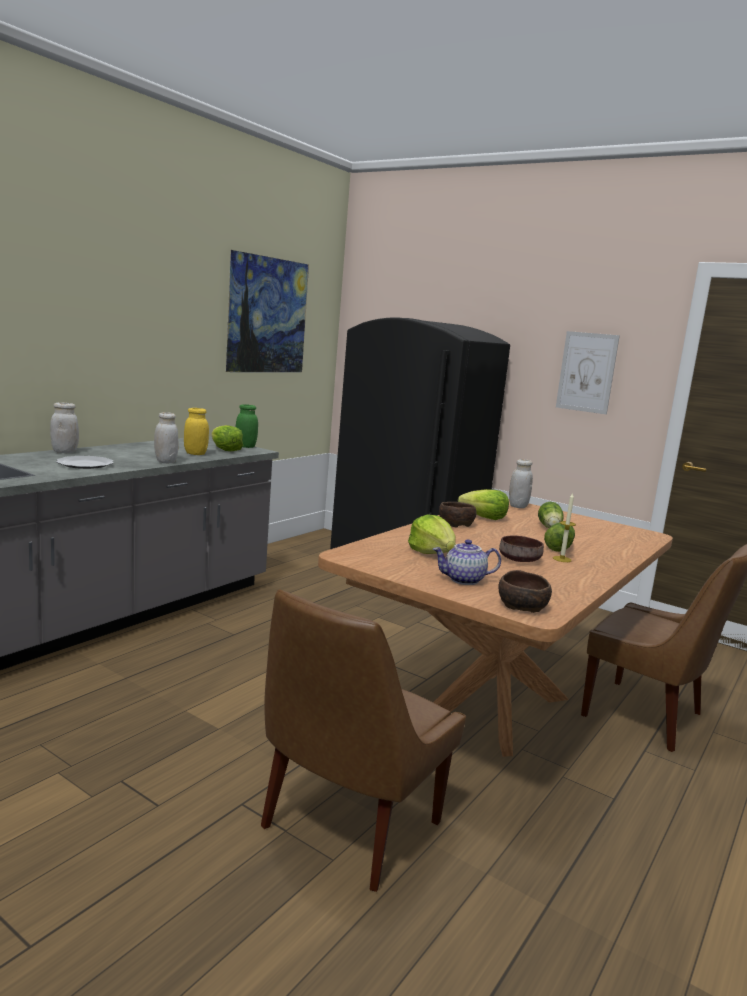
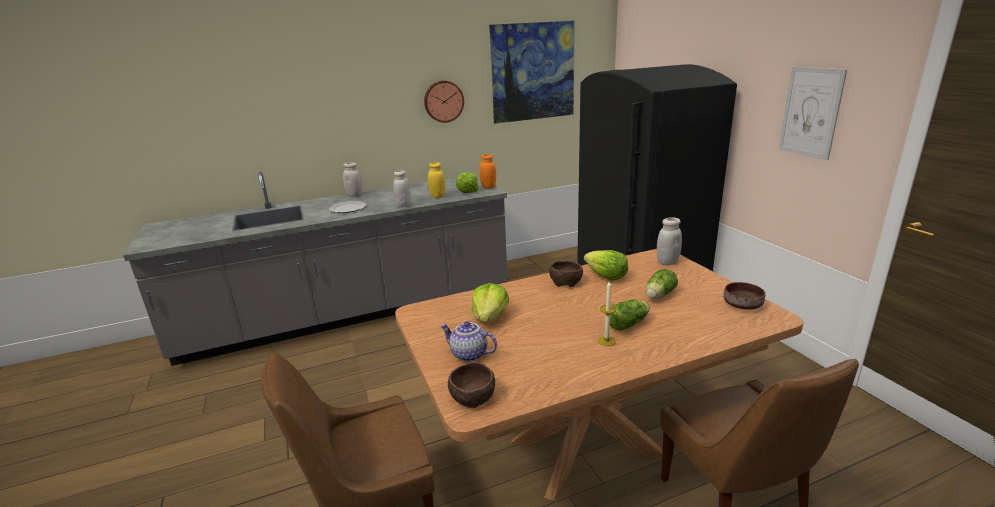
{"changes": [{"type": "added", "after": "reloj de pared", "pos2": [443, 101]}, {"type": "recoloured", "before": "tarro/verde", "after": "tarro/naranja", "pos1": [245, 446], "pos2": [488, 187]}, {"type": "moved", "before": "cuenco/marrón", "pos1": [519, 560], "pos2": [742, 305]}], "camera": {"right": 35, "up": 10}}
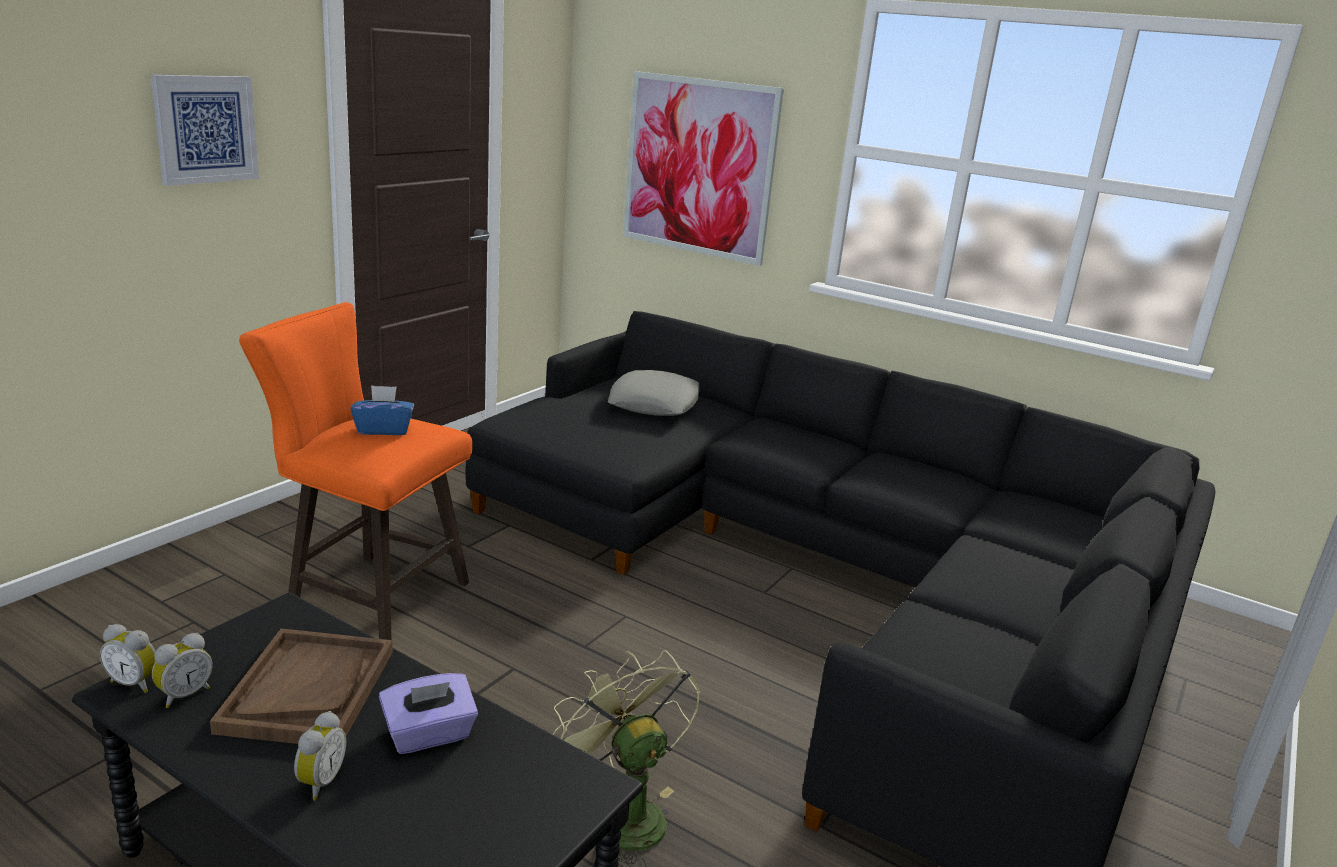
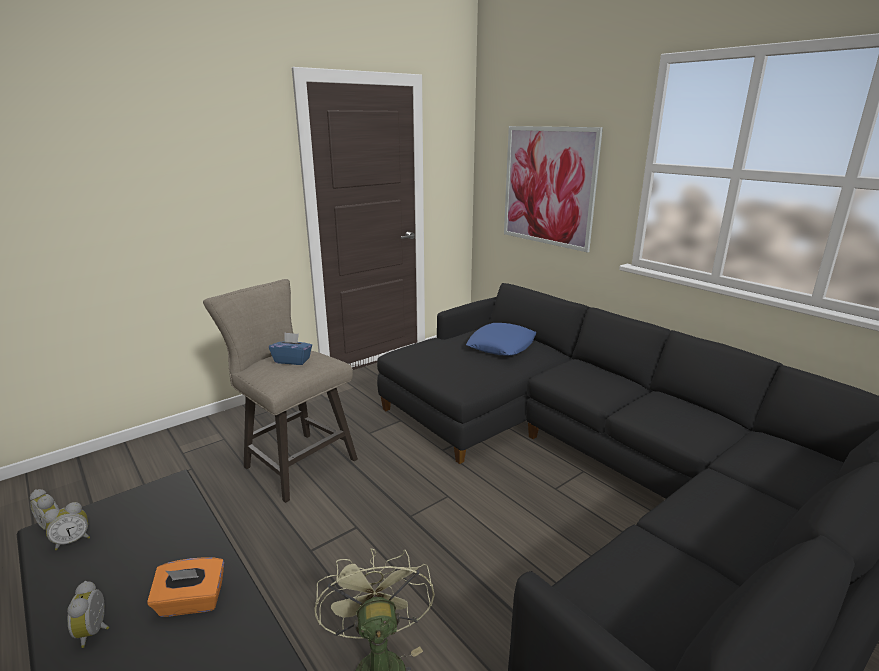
{"changes": [{"type": "turned", "before": "despertador", "pos1": [319, 782], "pos2": [96, 631], "turn": 135}, {"type": "recoloured", "before": "caja de pañuelos/morado", "after": "caja de pañuelos/naranja", "pos1": [429, 735], "pos2": [191, 602]}, {"type": "recoloured", "before": "taburete/naranja", "after": "taburete/beis", "pos1": [368, 595], "pos2": [294, 461]}, {"type": "recoloured", "before": "cojín/gris", "after": "cojín/azul", "pos1": [654, 403], "pos2": [501, 345]}, {"type": "removed", "before": "cuadro", "pos1": [205, 129]}, {"type": "removed", "before": "bandeja/marrón", "pos1": [308, 690]}], "camera": {"right": 20, "up": 0}}
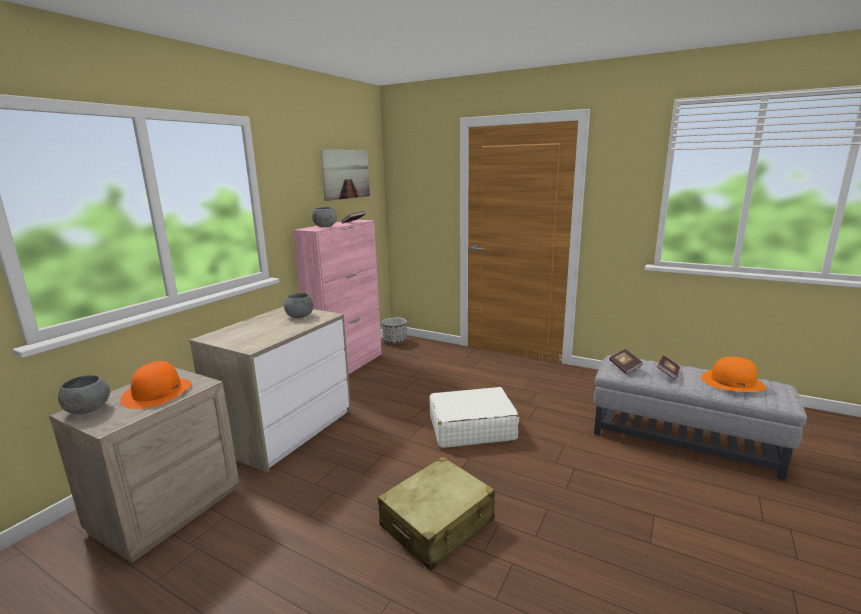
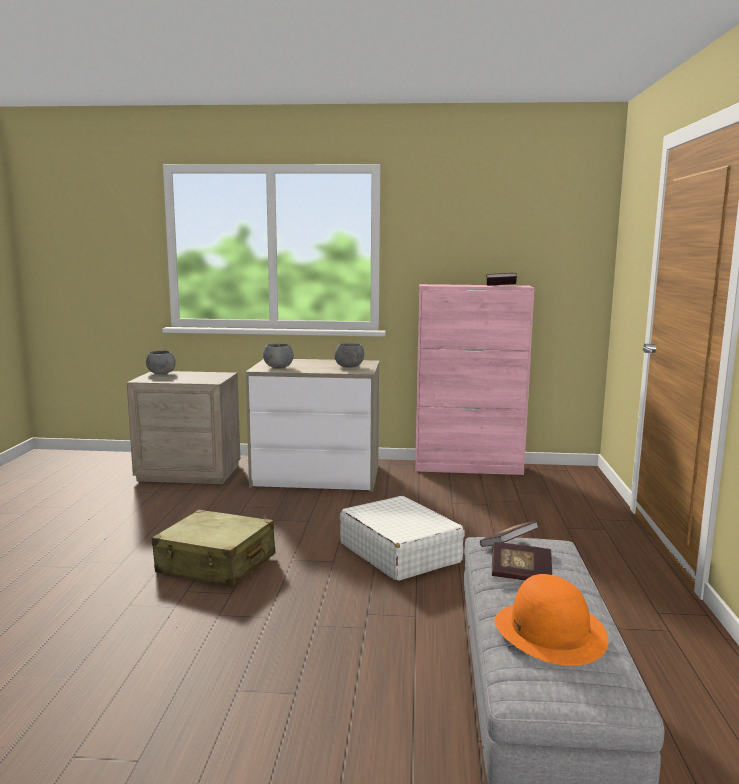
{"changes": [{"type": "moved", "before": "cuenco/gris", "pos1": [325, 226], "pos2": [278, 367]}, {"type": "removed", "before": "sombrero/naranja", "pos1": [157, 392]}, {"type": "removed", "before": "cuadro", "pos1": [346, 174]}, {"type": "removed", "before": "maceta", "pos1": [395, 341]}], "camera": {"right": 65, "up": -5}}
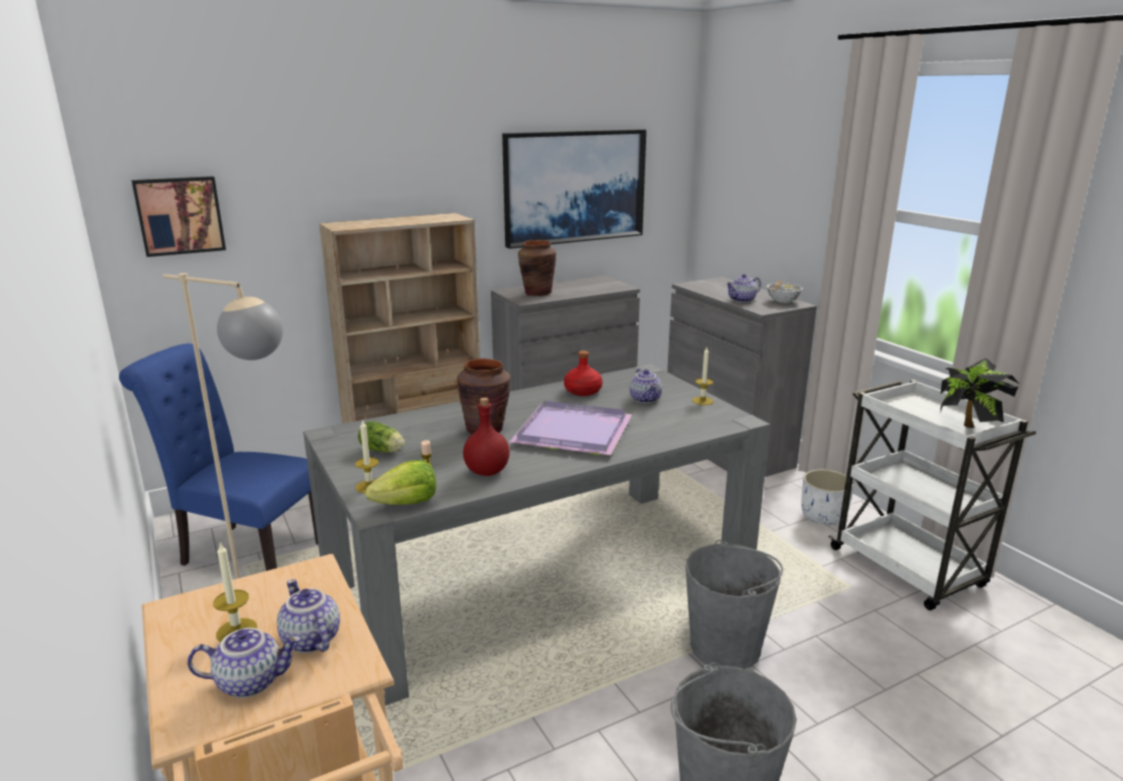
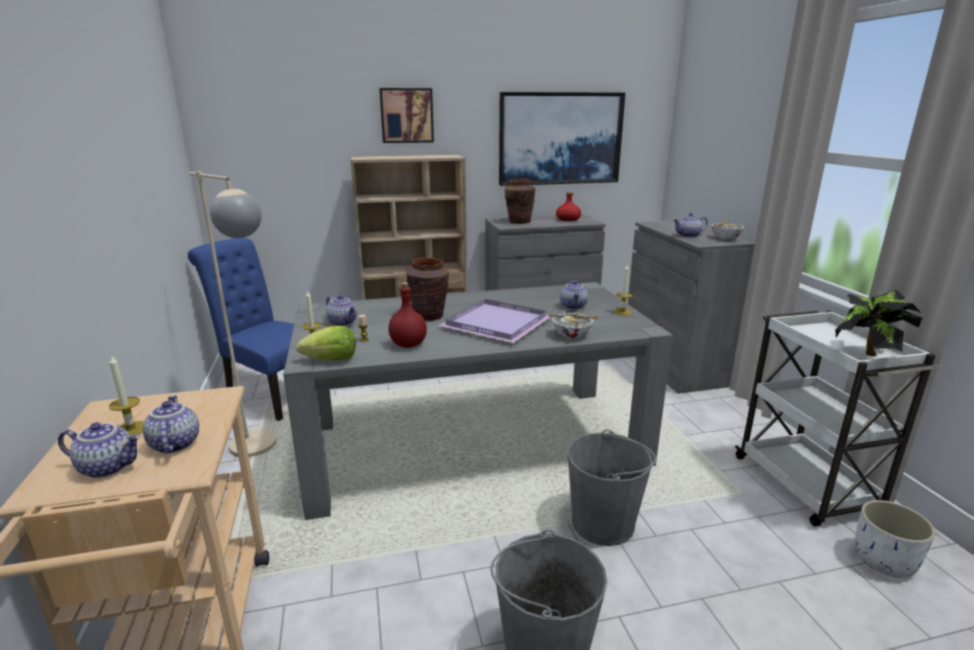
{"changes": [{"type": "replaced", "before": "lechuga", "after": "tetera", "pos1": [384, 451], "pos2": [343, 322]}, {"type": "moved", "before": "cuadro", "pos1": [179, 215], "pos2": [406, 115]}, {"type": "added", "after": "cuenco", "pos2": [572, 335]}, {"type": "moved", "before": "botella/rojo", "pos1": [583, 391], "pos2": [568, 219]}, {"type": "moved", "before": "maceta/blanco", "pos1": [823, 517], "pos2": [884, 561]}], "camera": {"right": 15, "up": 0}}
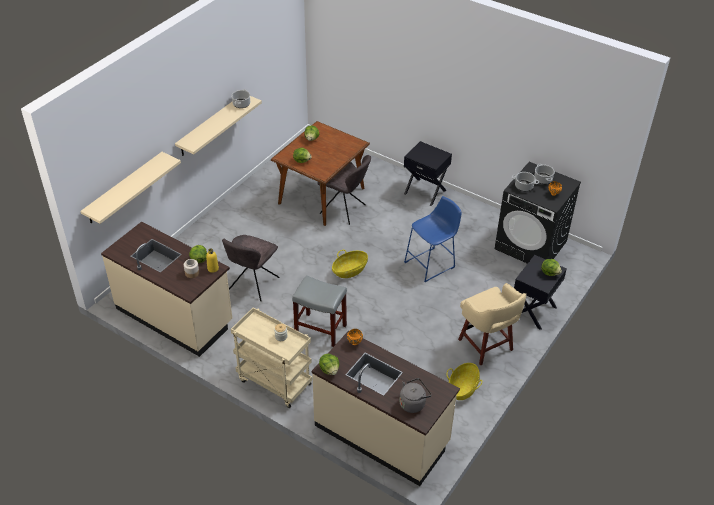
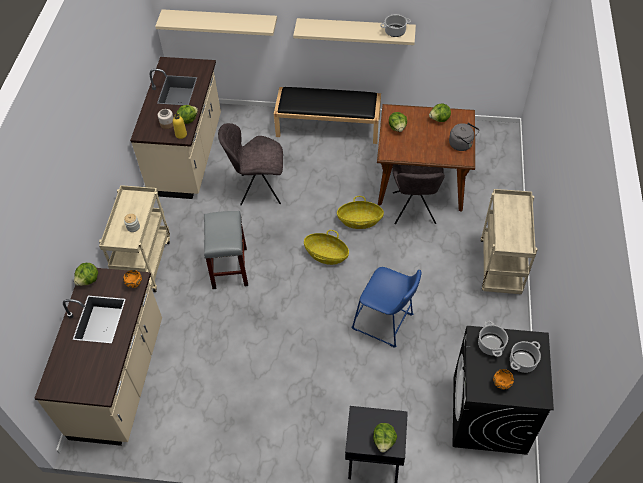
{"changes": [{"type": "added", "after": "banco/negro", "pos2": [329, 126]}, {"type": "moved", "before": "cesta", "pos1": [462, 388], "pos2": [360, 221]}, {"type": "moved", "before": "hervidor/gris", "pos1": [413, 403], "pos2": [462, 145]}, {"type": "replaced", "before": "mesita de noche/negro", "after": "carrito/beis", "pos1": [425, 191], "pos2": [501, 268]}, {"type": "removed", "before": "taburete/beis", "pos1": [486, 346]}], "camera": {"right": 65, "up": 10}}
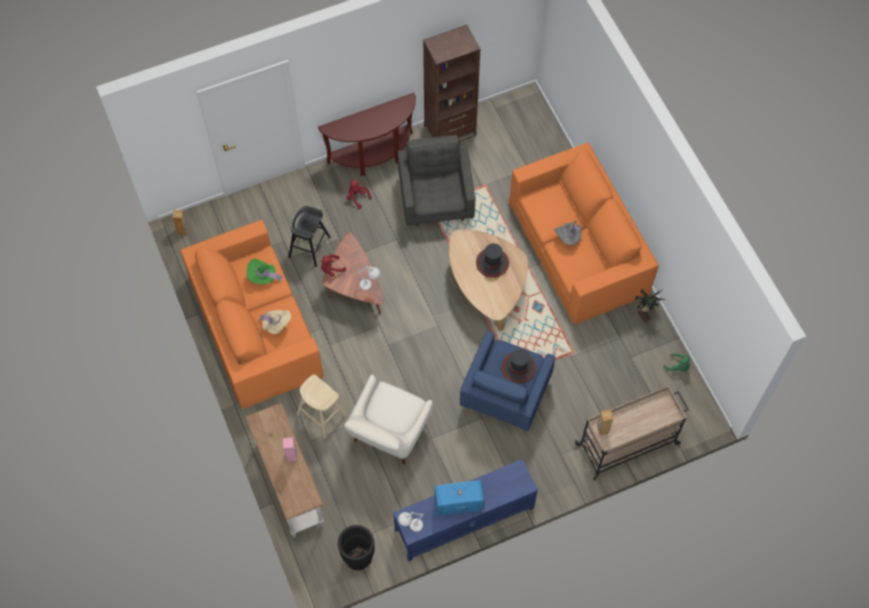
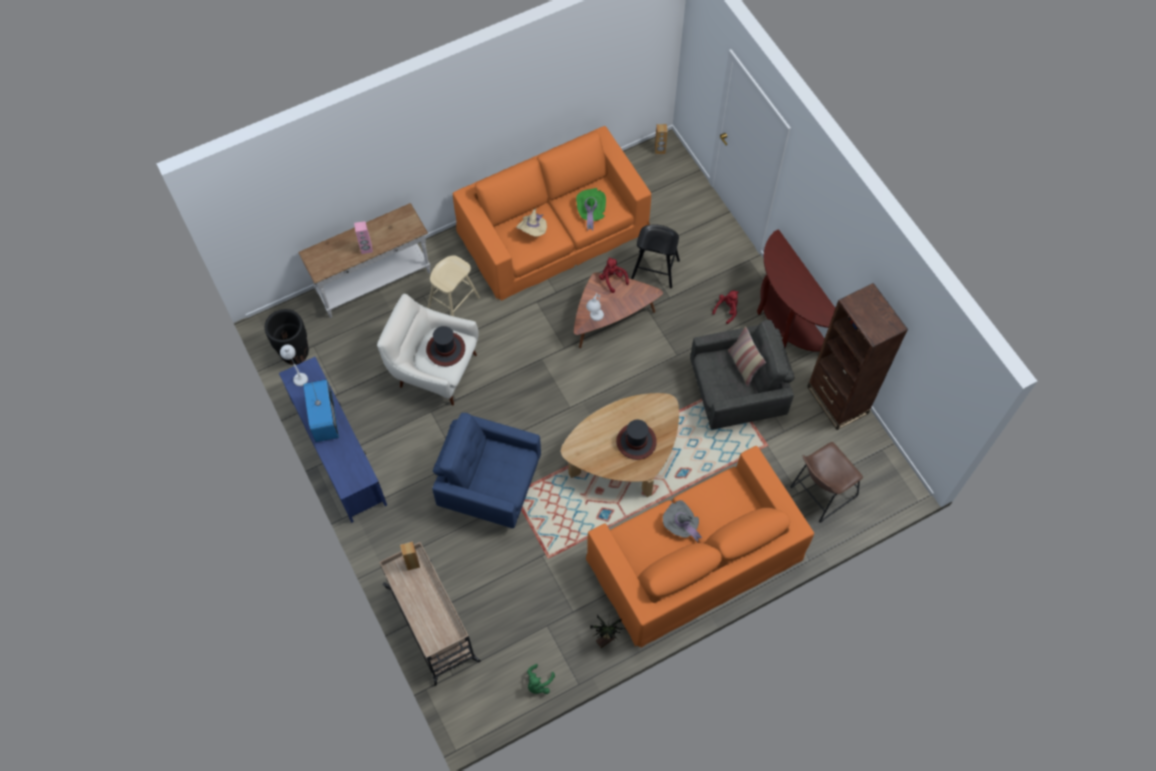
{"changes": [{"type": "moved", "before": "sombrero", "pos1": [518, 367], "pos2": [446, 349]}, {"type": "added", "after": "cojín", "pos2": [743, 366]}, {"type": "added", "after": "taburete/marrón", "pos2": [819, 493]}], "camera": {"right": 85, "up": 0}}
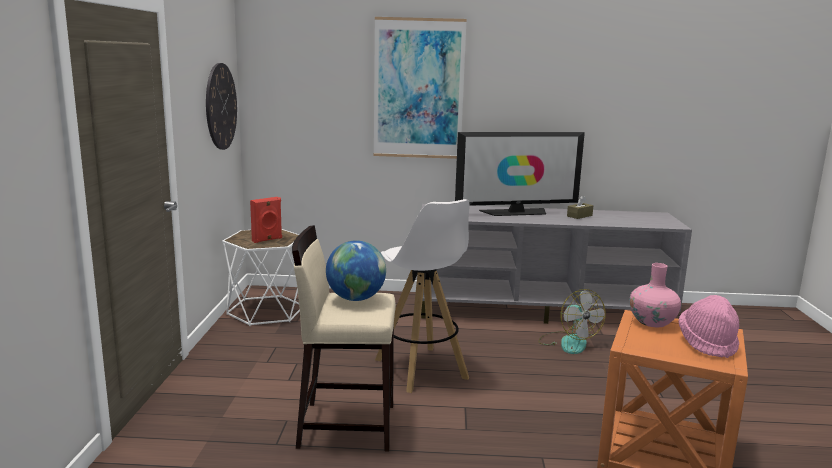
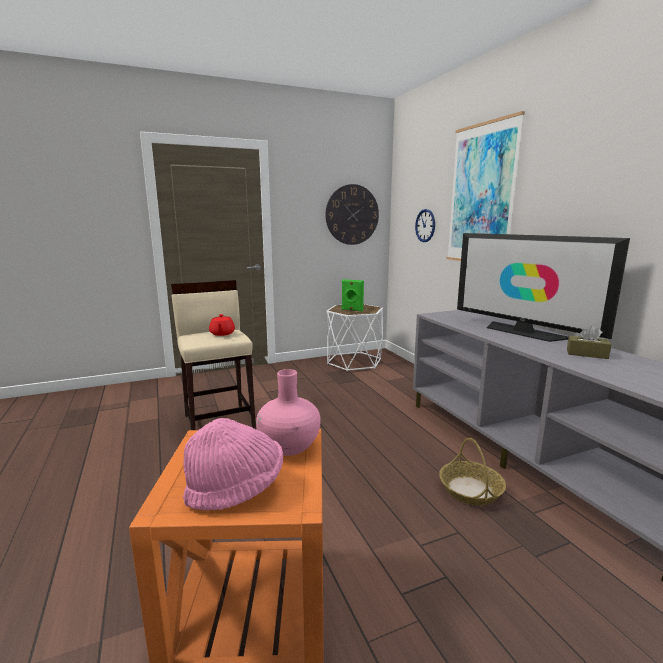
{"changes": [{"type": "replaced", "before": "globo terráqueo", "after": "tetera/rojo", "pos1": [356, 299], "pos2": [222, 334]}, {"type": "recoloured", "before": "altavoz/rojo", "after": "altavoz/verde", "pos1": [267, 240], "pos2": [352, 310]}, {"type": "added", "after": "reloj de pared", "pos2": [425, 225]}, {"type": "replaced", "before": "ventilador", "after": "cesta", "pos1": [568, 342], "pos2": [471, 490]}, {"type": "removed", "before": "taburete/blanco", "pos1": [421, 369]}], "camera": {"right": 65, "up": 0}}
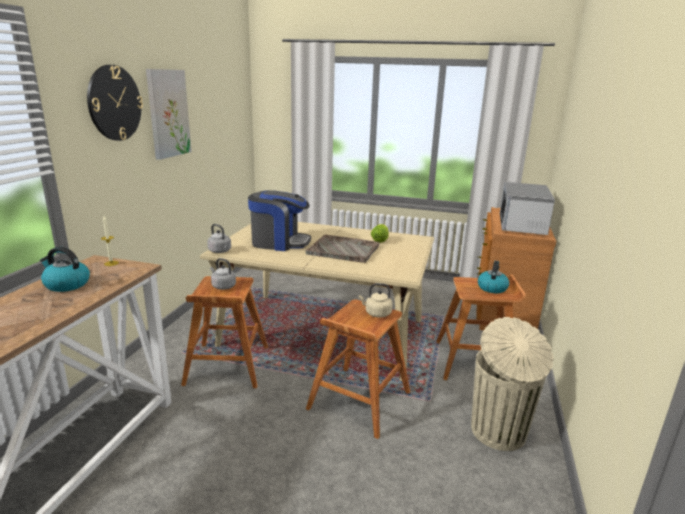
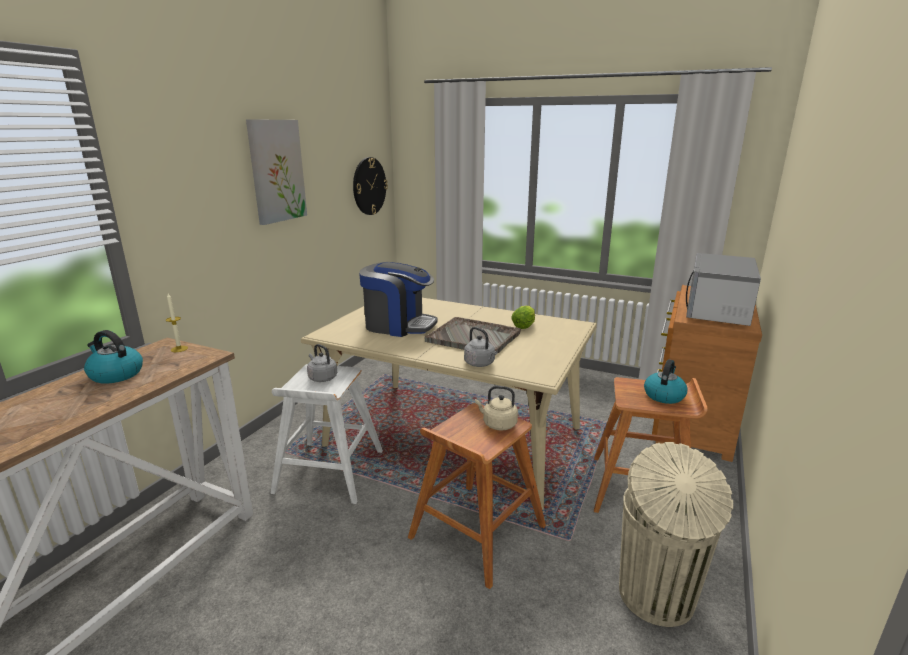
{"changes": [{"type": "recoloured", "before": "taburete/marrón", "after": "taburete/blanco", "pos1": [227, 366], "pos2": [329, 472]}, {"type": "moved", "before": "reloj de pared", "pos1": [114, 103], "pos2": [369, 186]}, {"type": "moved", "before": "hervidor/gris", "pos1": [220, 251], "pos2": [480, 364]}], "camera": {"right": 10, "up": 0}}
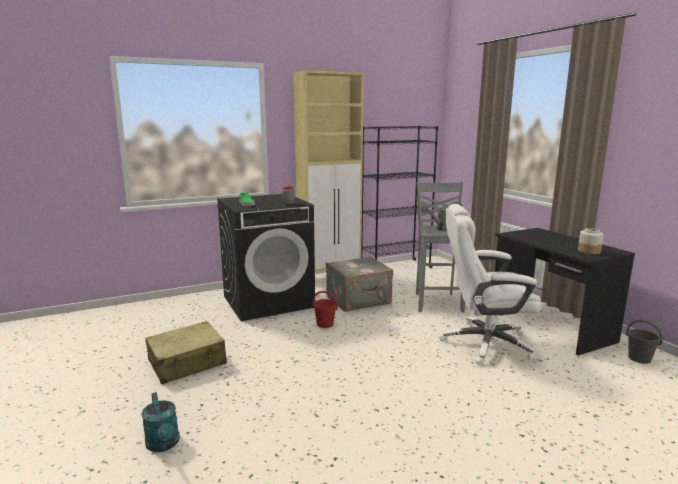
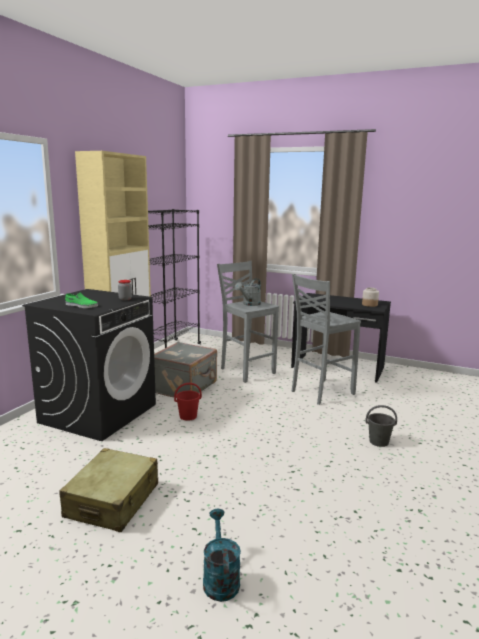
{"changes": [{"type": "turned", "before": "regadera/turquesa", "pos1": [164, 445], "pos2": [220, 578], "turn": -120}, {"type": "replaced", "before": "silla de oficina/blanco", "after": "taburete/gris", "pos1": [484, 343], "pos2": [320, 392]}, {"type": "moved", "before": "cubo/gris", "pos1": [640, 359], "pos2": [379, 442]}], "camera": {"right": -40, "up": 0}}
